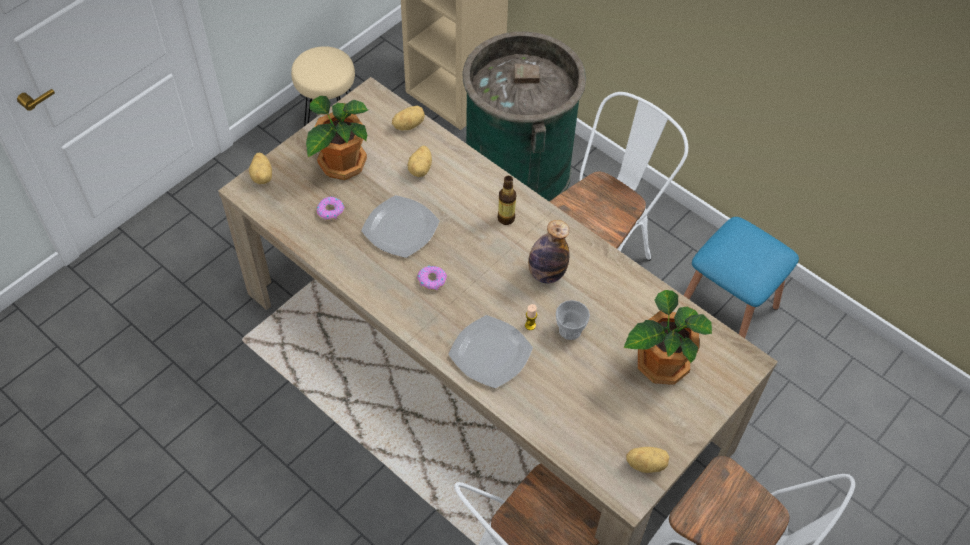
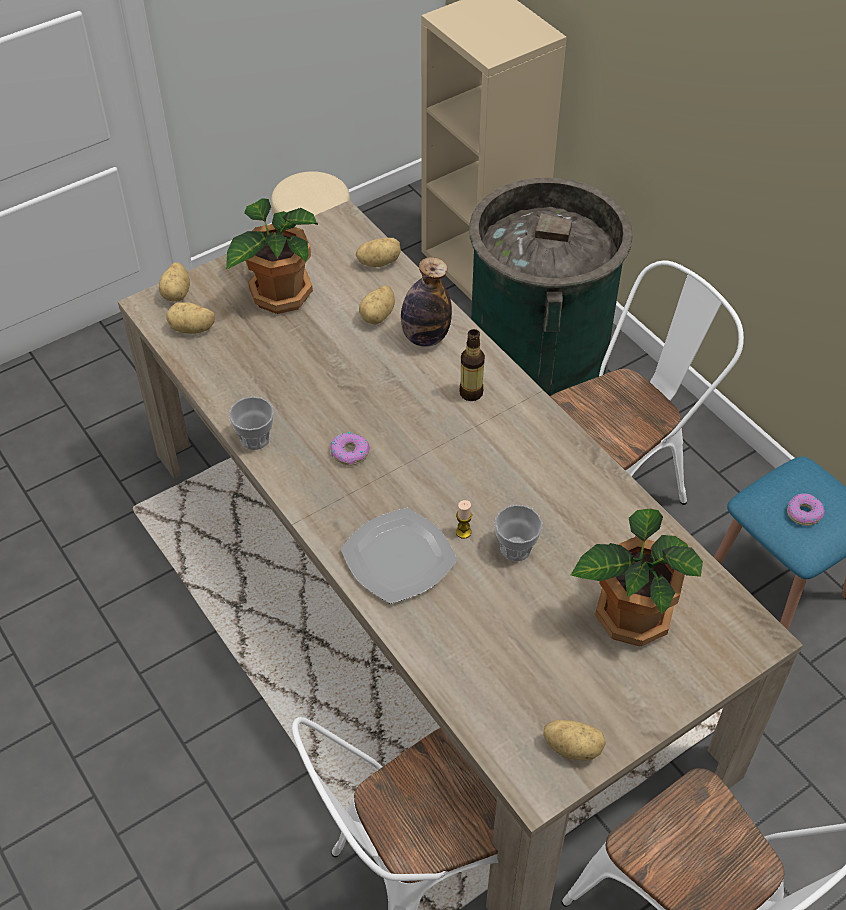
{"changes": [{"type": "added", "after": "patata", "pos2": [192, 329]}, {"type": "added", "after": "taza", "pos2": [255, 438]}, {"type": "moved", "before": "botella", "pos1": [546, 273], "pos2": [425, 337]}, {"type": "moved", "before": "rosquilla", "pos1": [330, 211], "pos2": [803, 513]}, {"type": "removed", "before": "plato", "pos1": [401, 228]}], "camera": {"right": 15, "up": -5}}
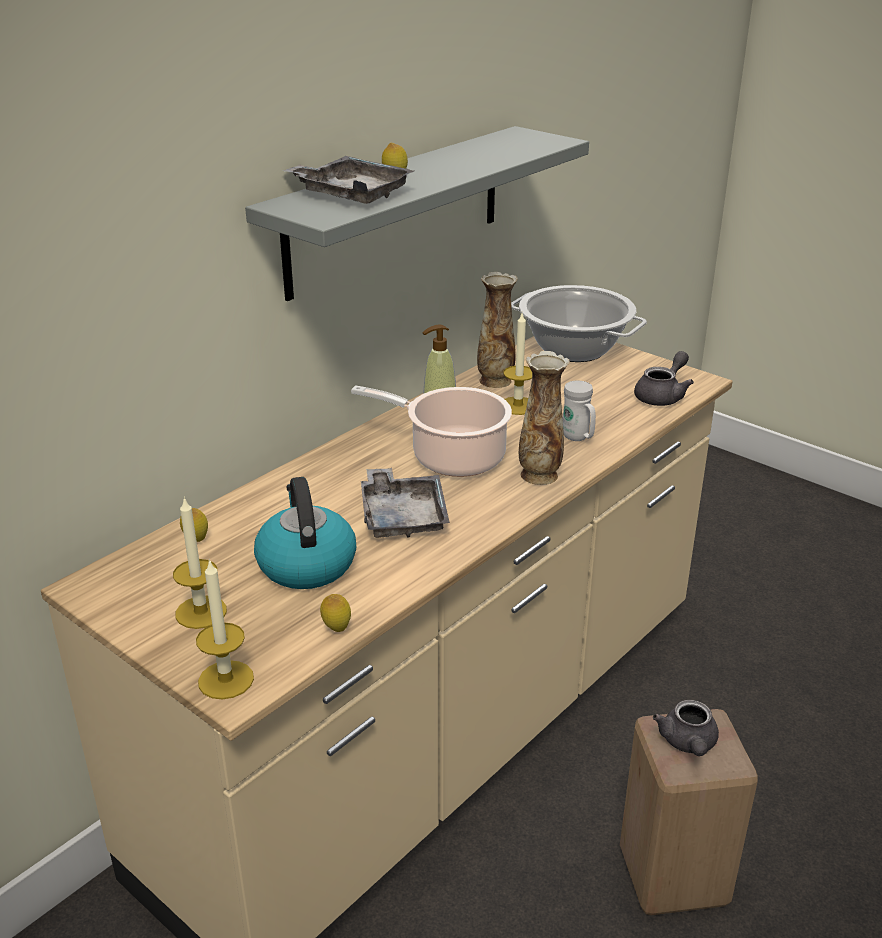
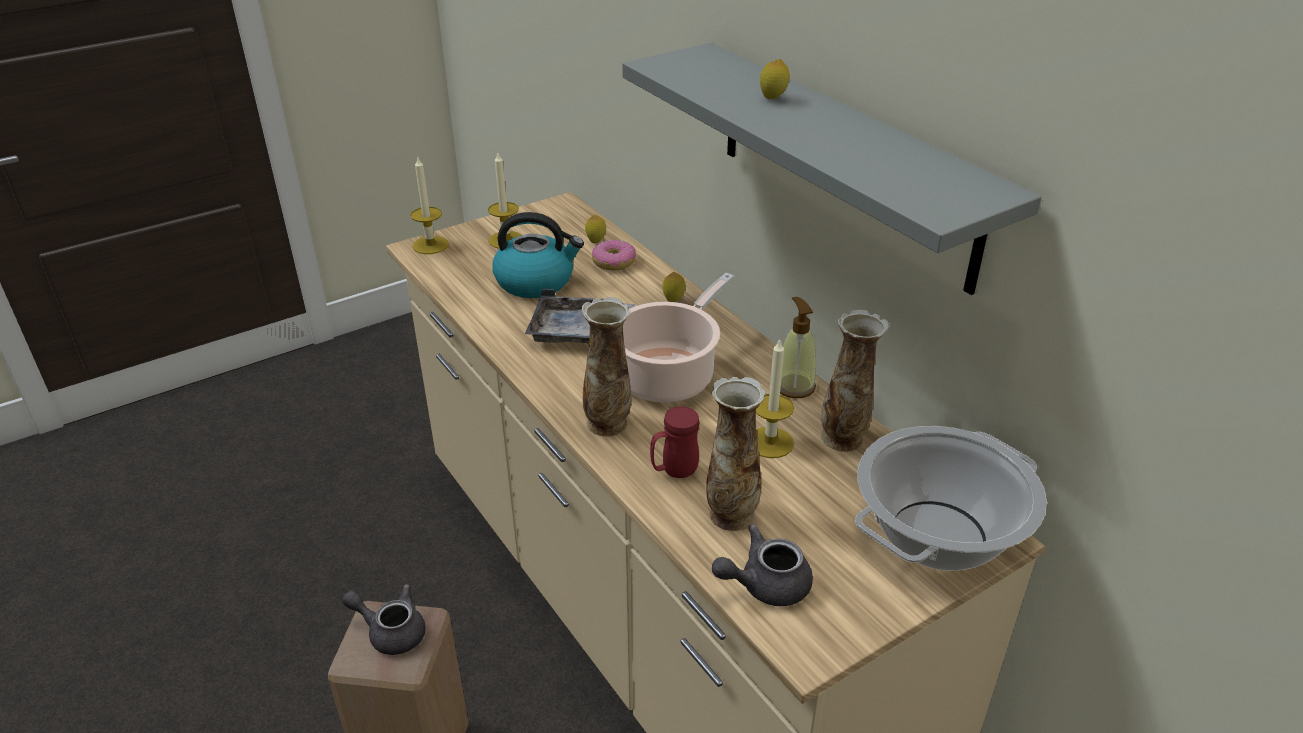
{"changes": [{"type": "added", "after": "rosquilla", "pos2": [614, 262]}, {"type": "recoloured", "before": "taza grande/blanco", "after": "taza grande/rojo", "pos1": [578, 438], "pos2": [674, 471]}, {"type": "moved", "before": "limón", "pos1": [336, 628], "pos2": [673, 300]}, {"type": "added", "after": "florero", "pos2": [731, 514]}, {"type": "turned", "before": "tetera/gris", "pos1": [662, 396], "pos2": [764, 585], "turn": 105}, {"type": "removed", "before": "bandeja/gris", "pos1": [351, 194]}], "camera": {"right": 105, "up": 5}}
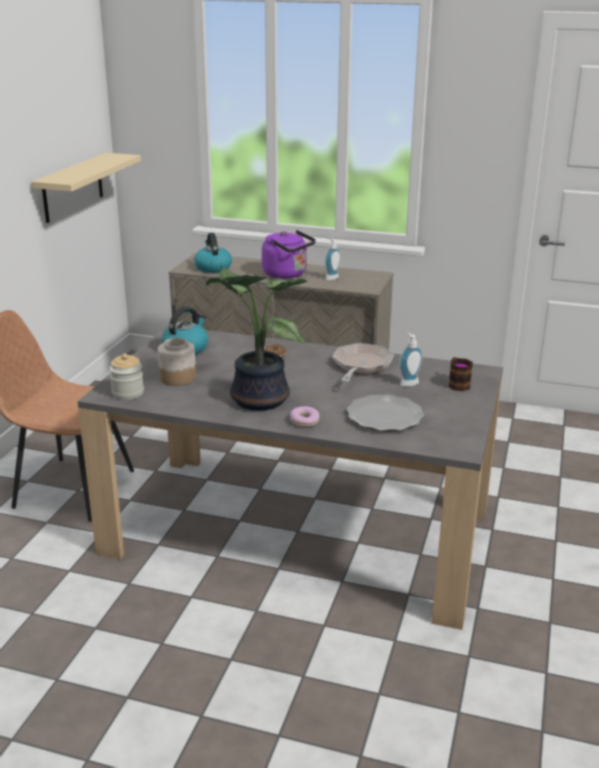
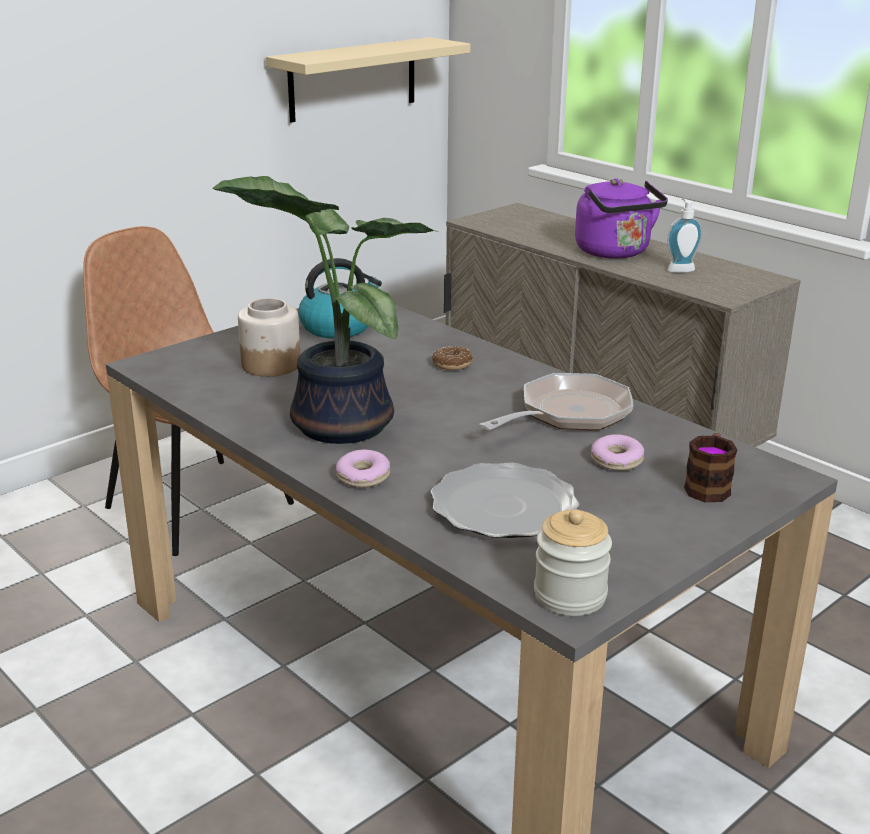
{"changes": [{"type": "moved", "before": "tarro", "pos1": [128, 393], "pos2": [570, 596]}, {"type": "replaced", "before": "dispensador de jabón", "after": "rosquilla", "pos1": [407, 383], "pos2": [616, 461]}, {"type": "removed", "before": "hervidor", "pos1": [213, 268]}], "camera": {"right": 30, "up": 0}}
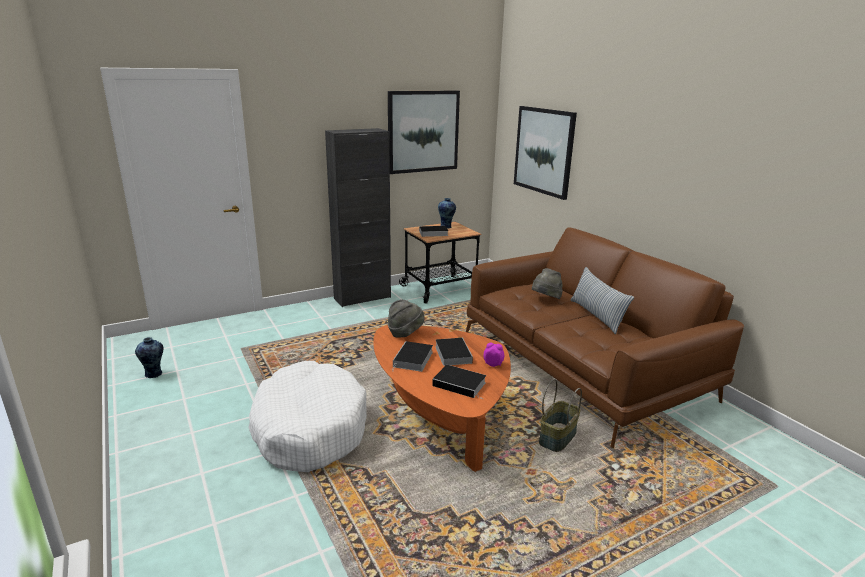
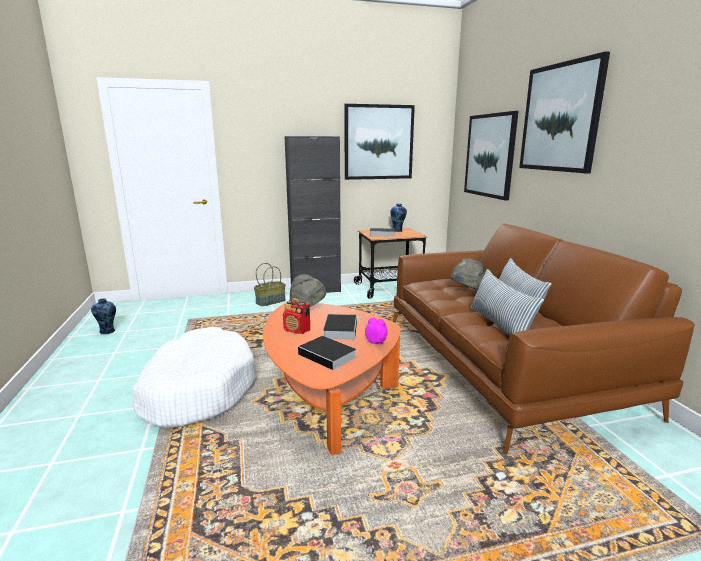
{"changes": [{"type": "moved", "before": "cesta", "pos1": [557, 437], "pos2": [270, 301]}, {"type": "replaced", "before": "libro", "after": "radio", "pos1": [413, 360], "pos2": [297, 330]}, {"type": "added", "after": "cojín", "pos2": [499, 325]}, {"type": "added", "after": "cuadro", "pos2": [560, 118]}], "camera": {"right": 15, "up": -5}}
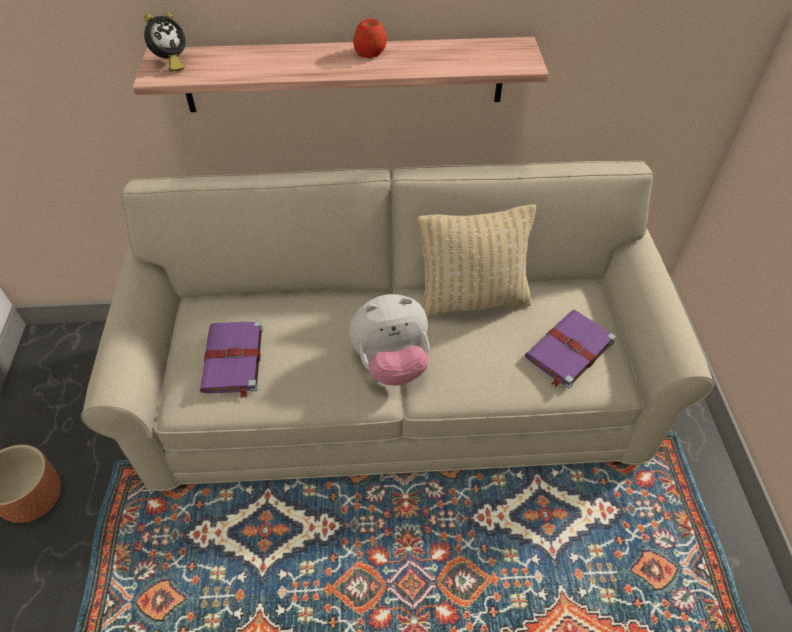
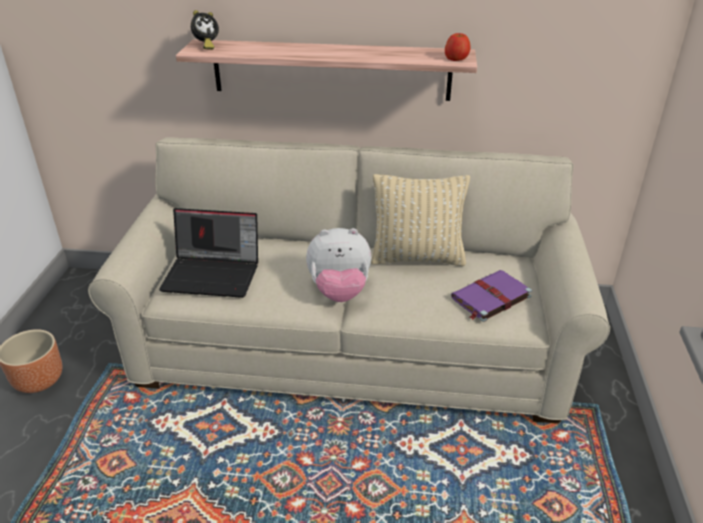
{"changes": [{"type": "replaced", "before": "libro/morado", "after": "portátil", "pos1": [233, 360], "pos2": [214, 274]}, {"type": "moved", "before": "manzana", "pos1": [370, 52], "pos2": [456, 58]}], "camera": {"right": 10, "up": -15}}
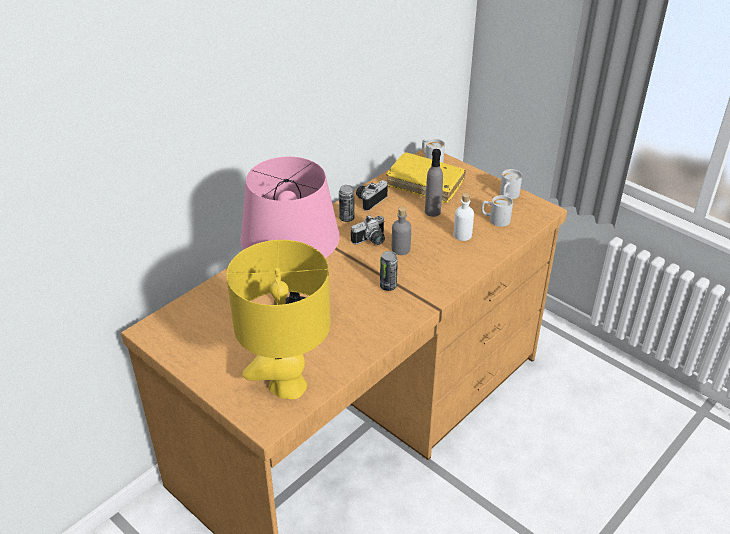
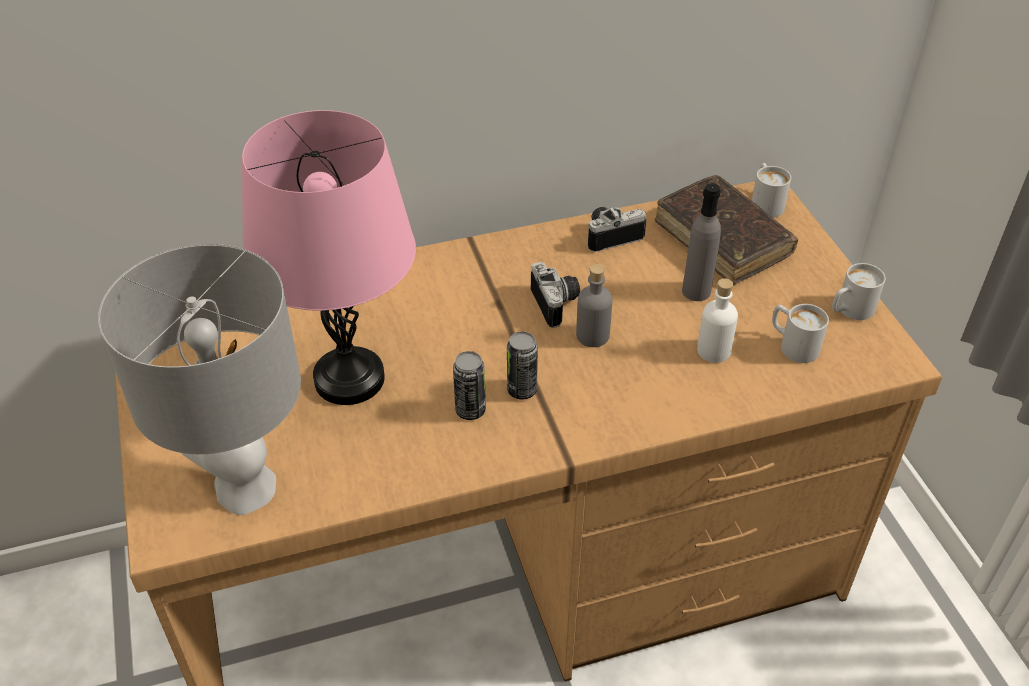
{"changes": [{"type": "recoloured", "before": "lámpara de mesa/amarillo", "after": "lámpara de mesa/gris", "pos1": [287, 386], "pos2": [244, 488]}, {"type": "moved", "before": "lata", "pos1": [346, 218], "pos2": [470, 410]}, {"type": "turned", "before": "cámara", "pos1": [371, 241], "pos2": [558, 304], "turn": -105}, {"type": "recoloured", "before": "libro/amarillo", "after": "libro/marrón", "pos1": [425, 184], "pos2": [722, 239]}], "camera": {"right": 30, "up": 5}}
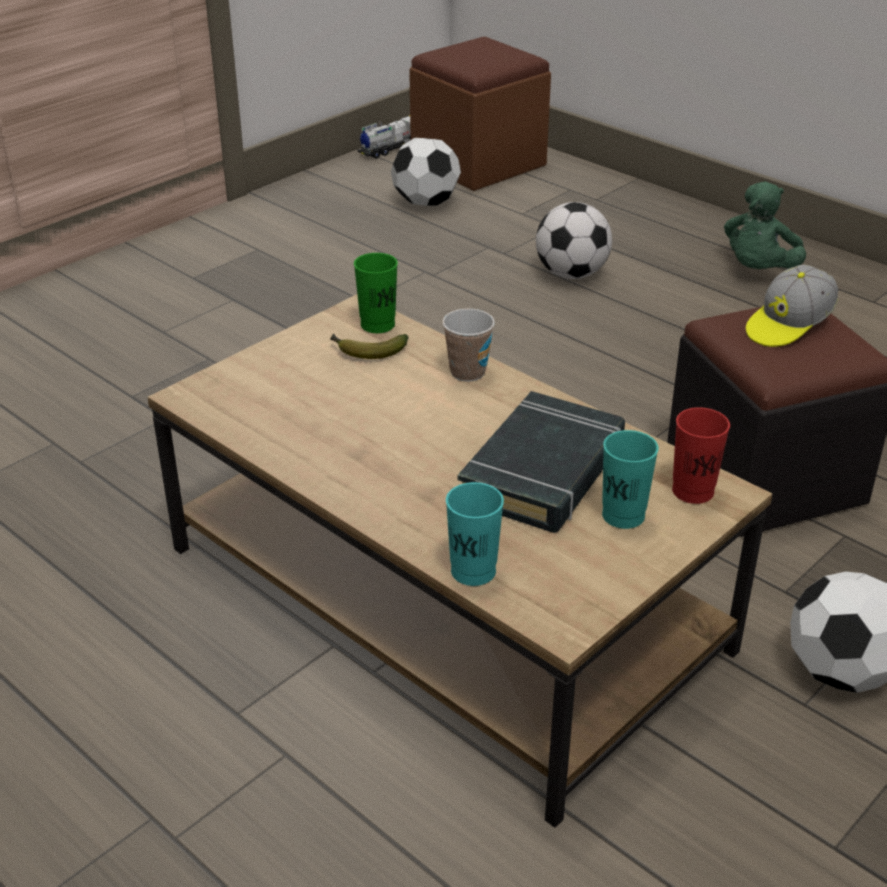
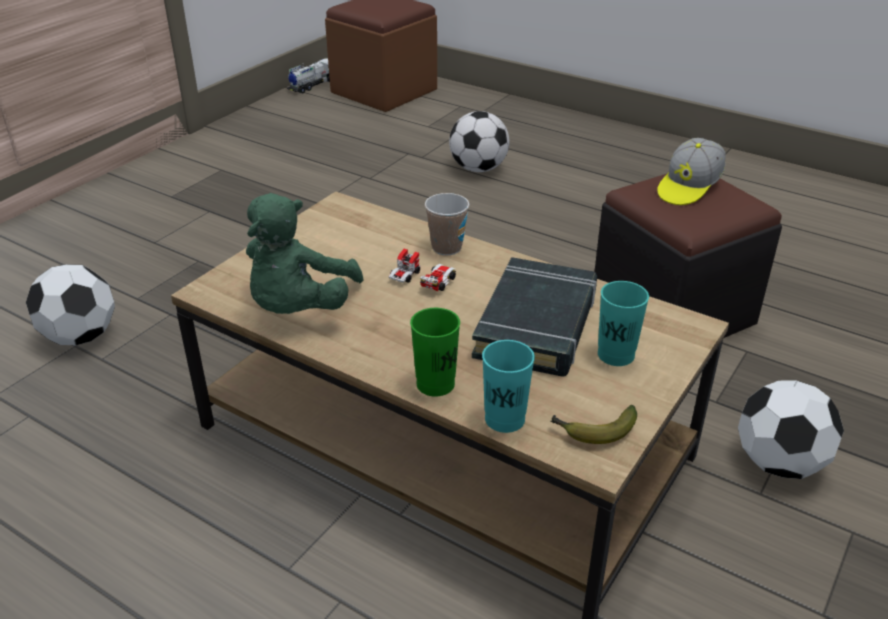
{"changes": [{"type": "moved", "before": "balón de fútbol", "pos1": [426, 203], "pos2": [81, 336]}, {"type": "moved", "before": "peluche/verde", "pos1": [758, 271], "pos2": [299, 308]}, {"type": "added", "after": "coche de juguete", "pos2": [422, 280]}, {"type": "moved", "before": "taza/verde", "pos1": [377, 325], "pos2": [435, 384]}, {"type": "moved", "before": "plátano", "pos1": [366, 351], "pos2": [594, 431]}, {"type": "removed", "before": "taza/rojo", "pos1": [693, 491]}], "camera": {"right": -10, "up": 0}}
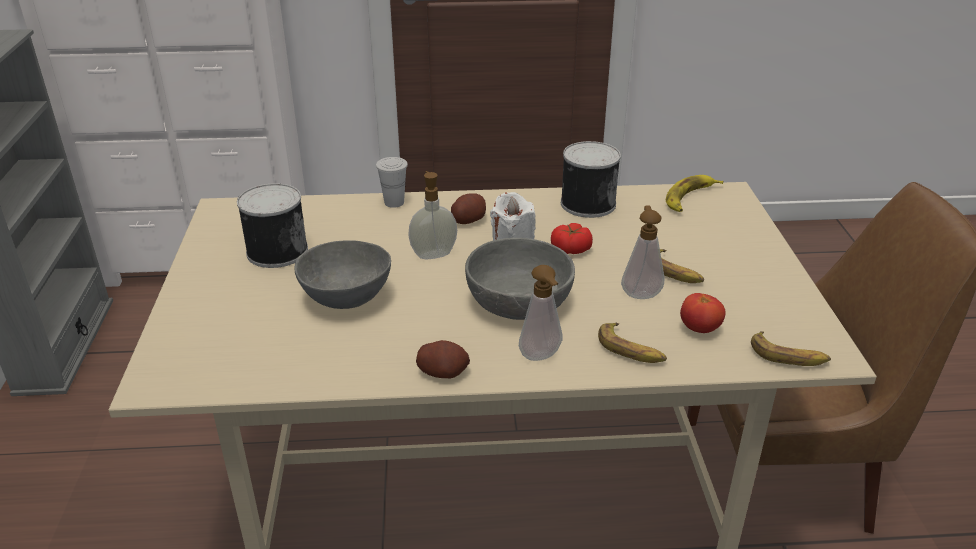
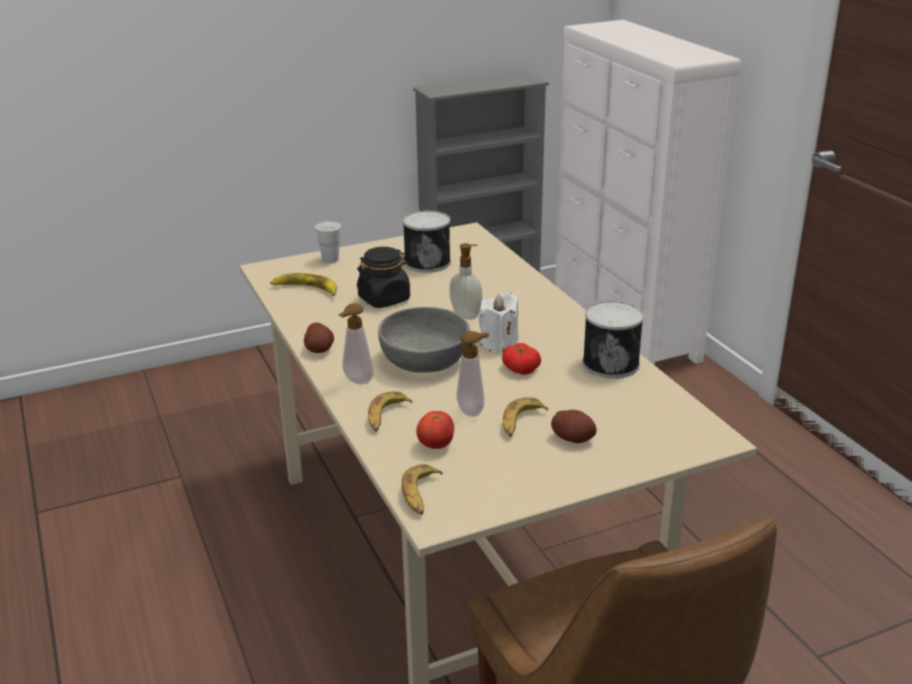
{"changes": [{"type": "moved", "before": "plátano", "pos1": [690, 198], "pos2": [306, 289]}, {"type": "moved", "before": "taza/blanco", "pos1": [394, 202], "pos2": [330, 259]}, {"type": "replaced", "before": "cuenco/gris", "after": "tarro/negro", "pos1": [347, 299], "pos2": [384, 299]}, {"type": "moved", "before": "patata", "pos1": [468, 220], "pos2": [573, 438]}], "camera": {"right": 70, "up": -5}}
